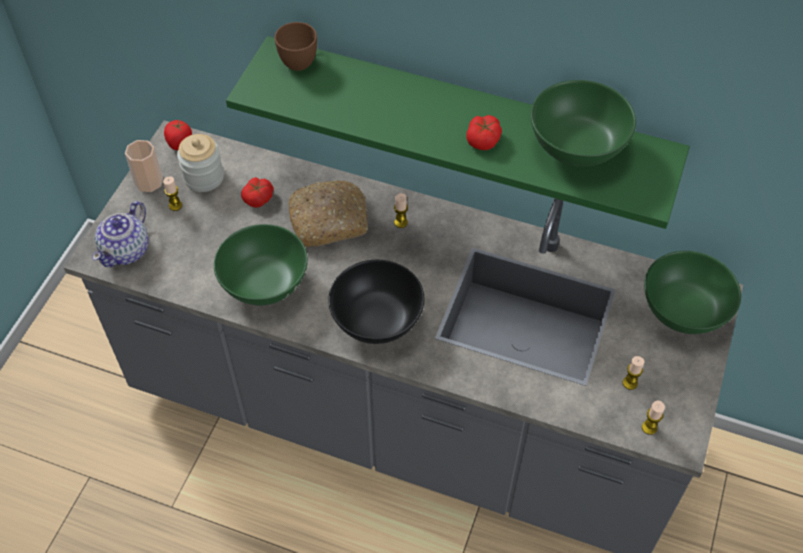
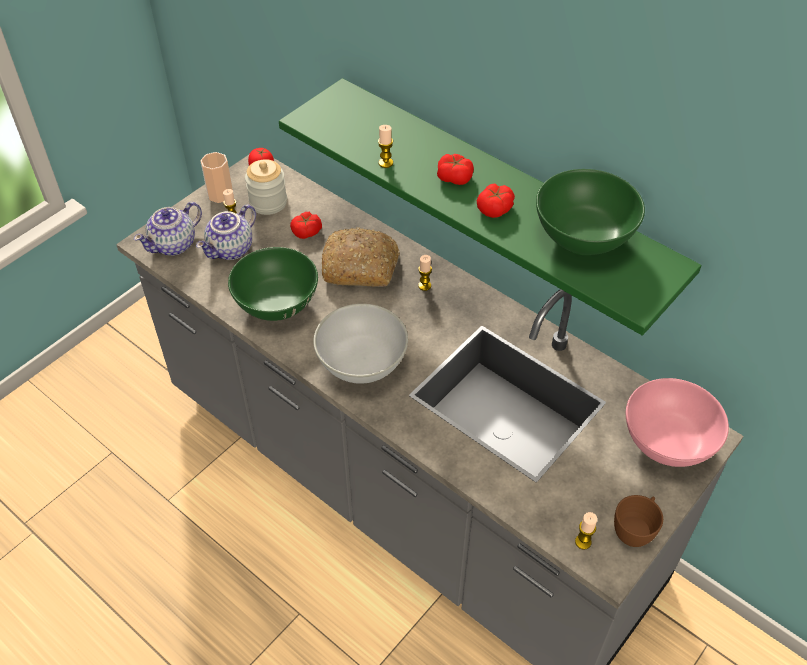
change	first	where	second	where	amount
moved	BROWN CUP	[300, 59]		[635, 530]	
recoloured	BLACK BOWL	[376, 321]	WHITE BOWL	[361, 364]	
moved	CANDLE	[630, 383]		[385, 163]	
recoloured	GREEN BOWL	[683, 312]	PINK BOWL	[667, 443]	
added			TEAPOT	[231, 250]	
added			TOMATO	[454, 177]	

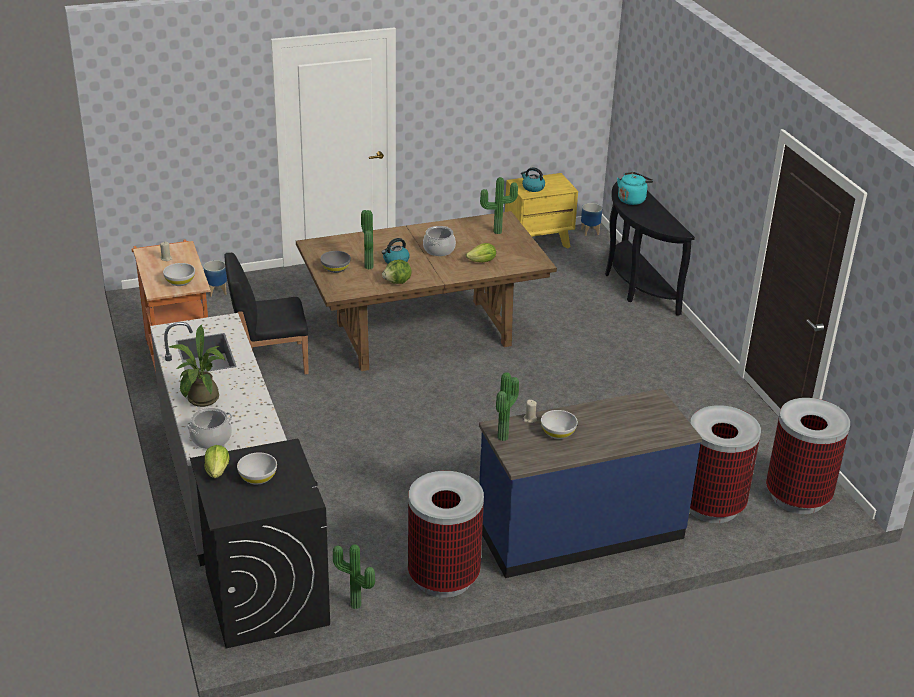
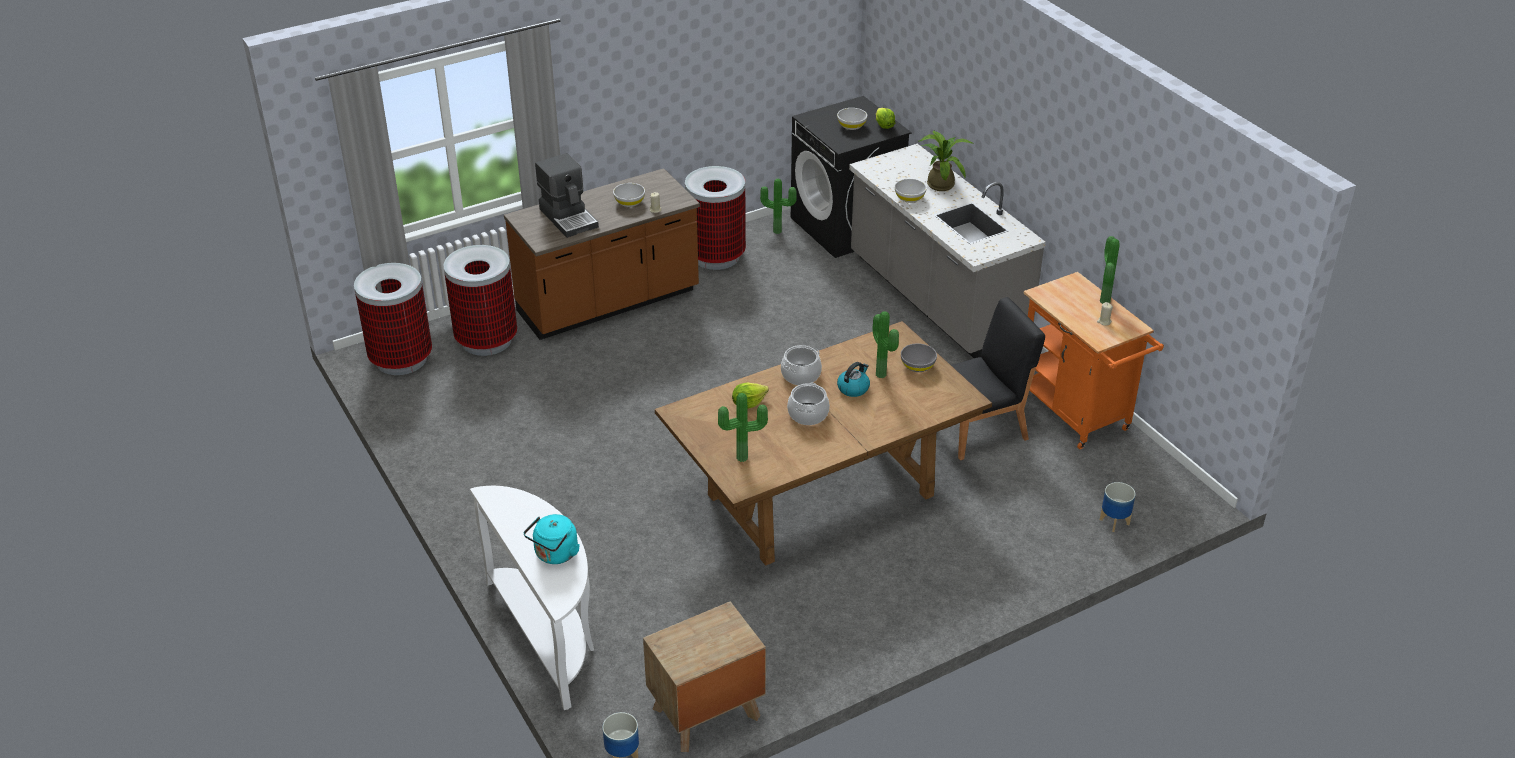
change	first	where	second	where	amount
moved	WHITE BOWL	[180, 282]		[909, 198]	
moved	COOKING POT	[211, 439]		[800, 375]	
removed	LETTUCE	[397, 282]			
recoloured	BLUE COUNTER	[579, 531]	BROWN COUNTER	[608, 303]	
moved	POTTED PLANT	[505, 438]		[1102, 301]	
recoloured	YELLOW NIGHTSTAND	[538, 241]	BROWN NIGHTSTAND	[705, 713]	
removed	KETTLE	[532, 188]			
recoloured	BLACK CONSOLE TABLE	[635, 285]	WHITE CONSOLE TABLE	[548, 635]	
added			COFFEE MACHINE	[569, 217]	

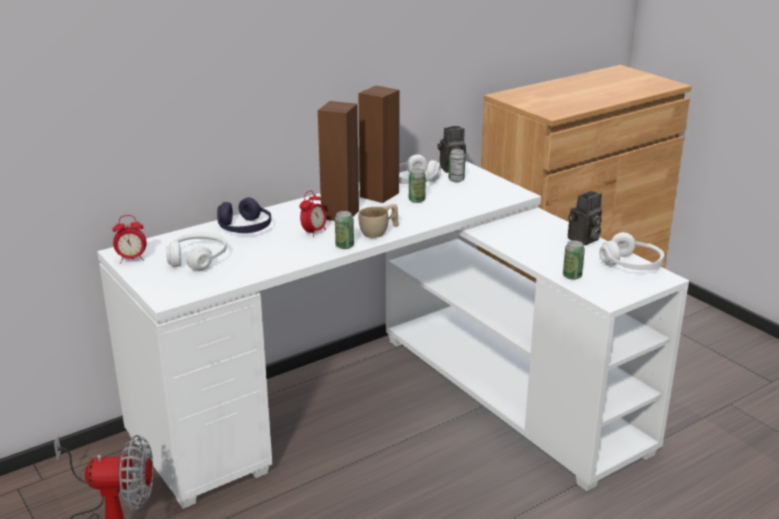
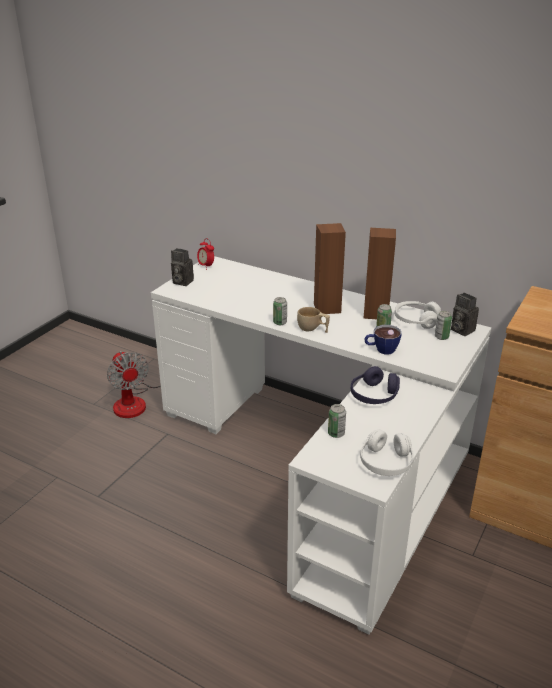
change	first	where	second	where	amount
removed	WHITE HEADPHONES	[197, 259]			
moved	PURPLE HEADPHONES	[244, 228]		[374, 395]	
removed	ALARM CLOCK	[314, 232]			
moved	PHOTO CAMERA	[583, 240]		[181, 282]	
added			CUP	[381, 349]	

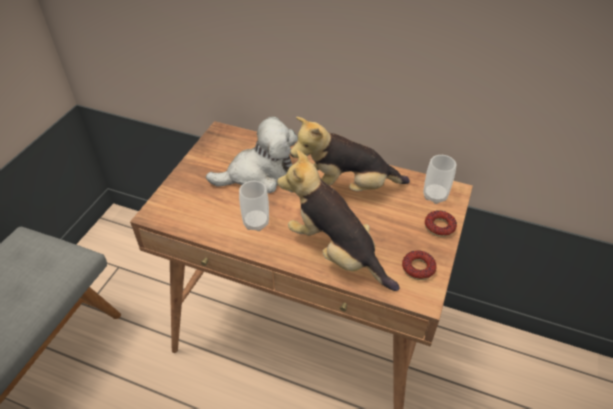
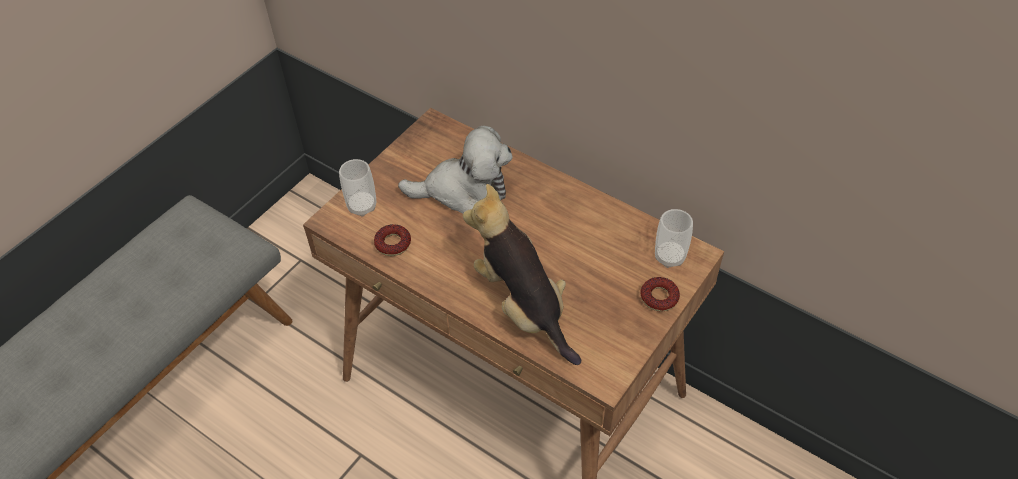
change	first	where	second	where	amount
moved	CUP	[256, 223]		[362, 206]	
removed	PLUSH TOY	[347, 189]			
moved	DONUT	[418, 268]		[393, 243]	

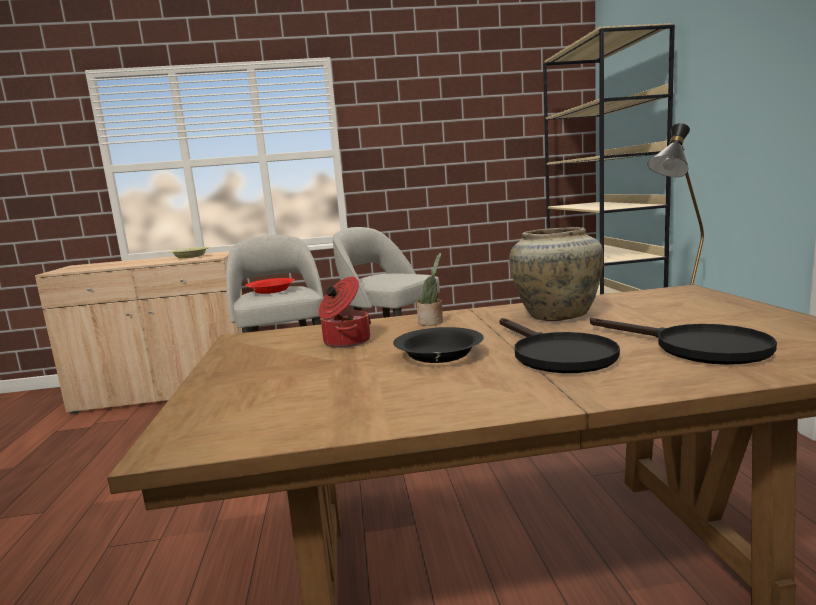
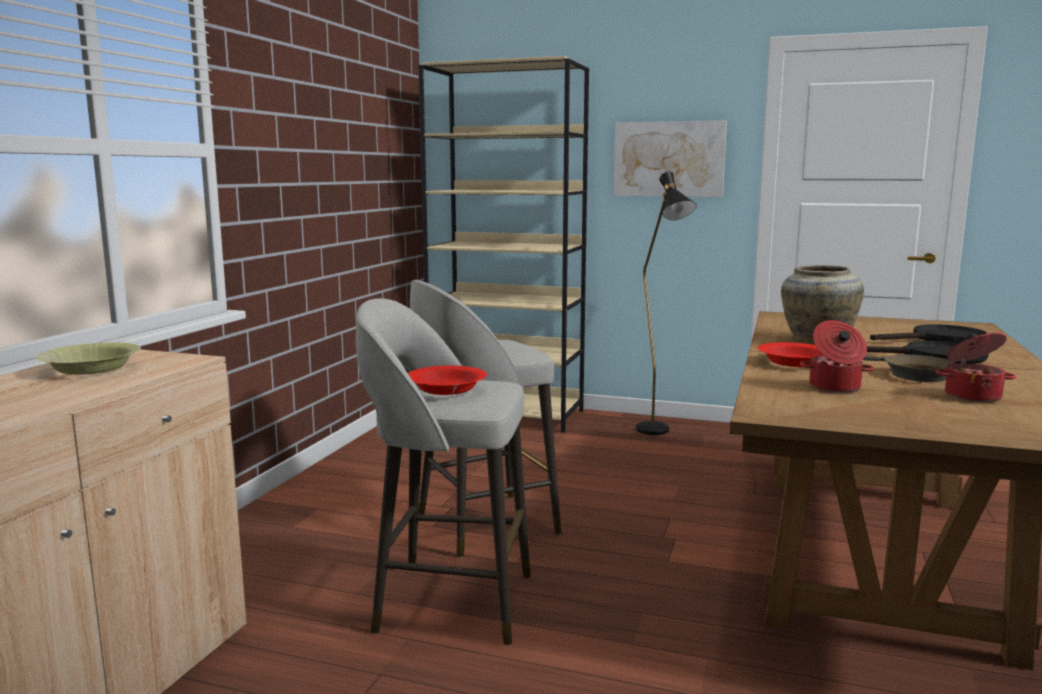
change	first	where	second	where	amount
replaced	BLACK BOWL	[439, 356]	BROWN FRYING PAN	[912, 374]	
replaced	POTTED PLANT	[432, 322]	RED BOWL	[794, 363]	
added			PICTURE	[669, 159]	
added			COOKING POT	[972, 396]	

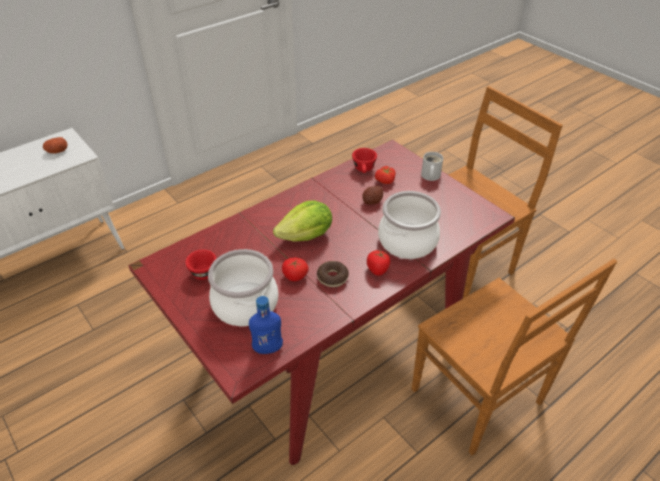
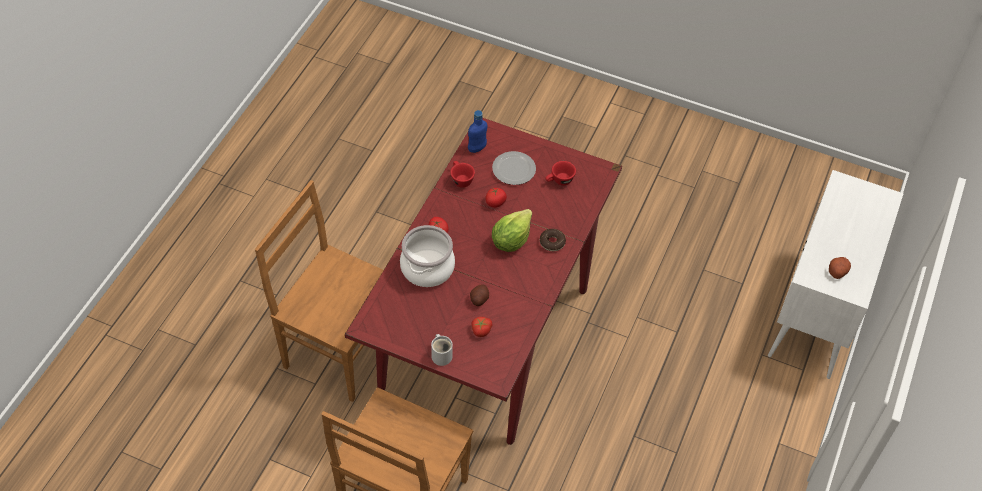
change	first	where	second	where	amount
replaced	COOKING POT	[244, 304]	PLATE	[514, 169]	
moved	DONUT	[332, 277]		[552, 242]	
moved	RED CUP	[364, 170]		[460, 179]	

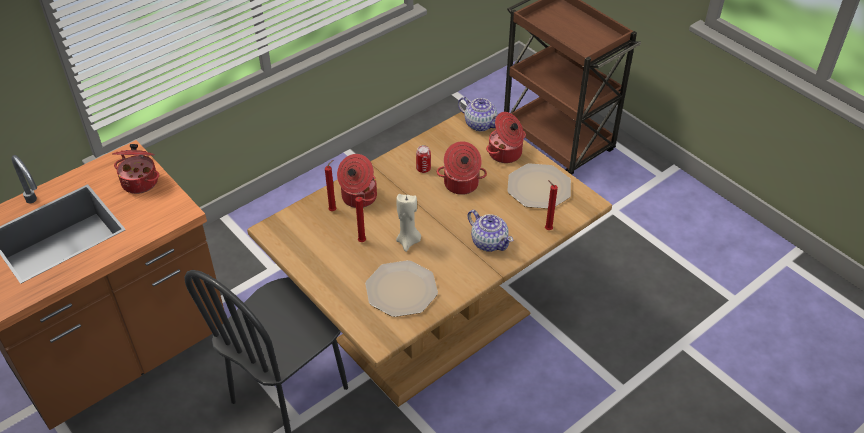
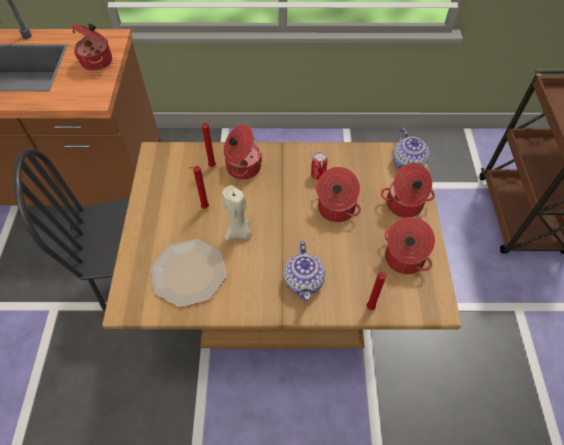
change	first	where	second	where	amount
replaced	PLATE	[539, 188]	COOKING POT	[403, 258]	

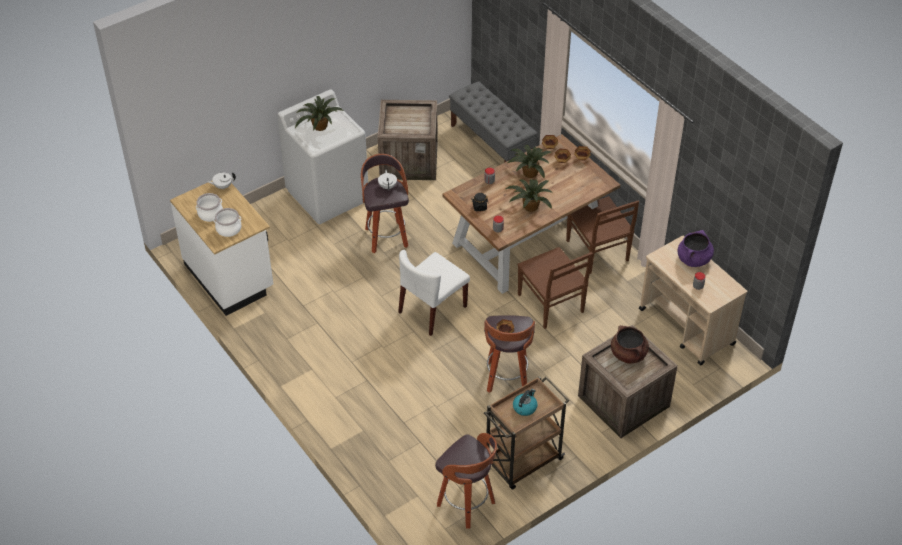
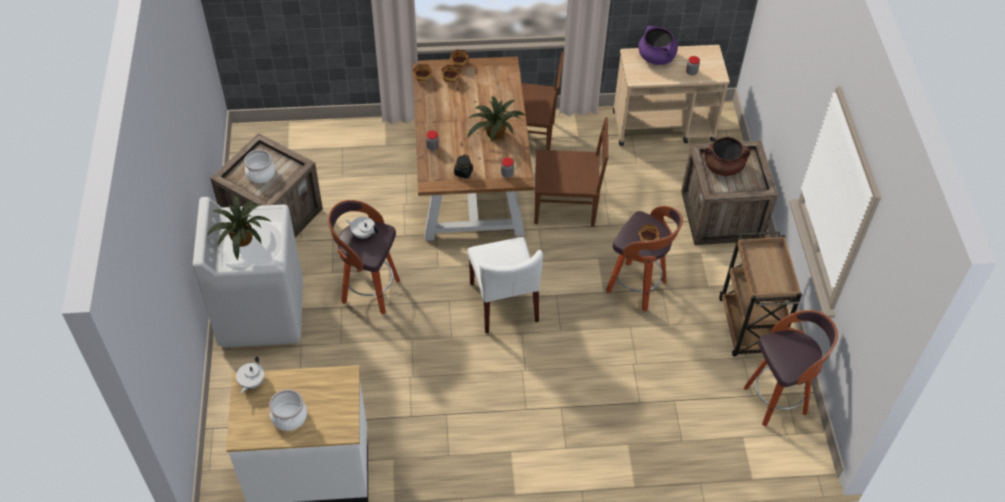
change	first	where	second	where	amount
moved	COOKING POT	[228, 229]		[261, 174]	
removed	GREY BENCH	[492, 144]			
removed	POTTED PLANT	[528, 173]			
removed	KETTLE	[525, 407]			

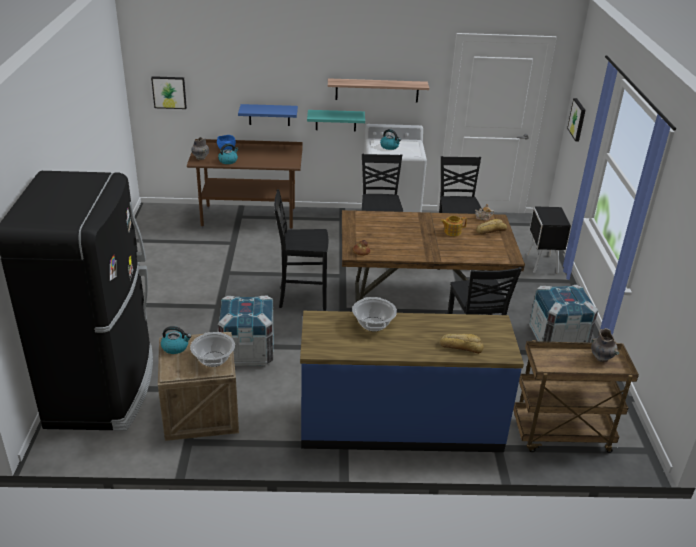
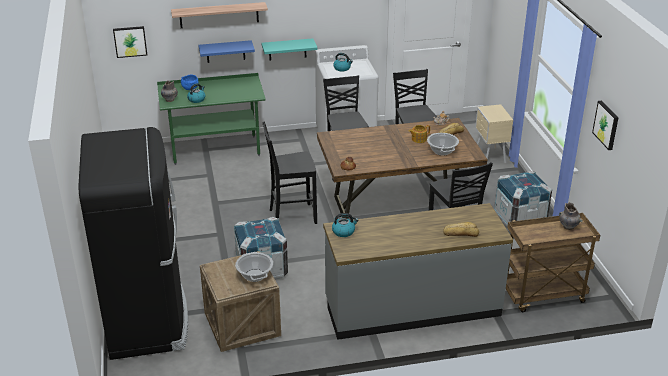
change	first	where	second	where	amount
moved	KETTLE	[175, 347]		[344, 231]	
recoloured	BROWN DESK	[249, 218]	GREEN DESK	[215, 150]	
recoloured	BLUE COUNTER	[400, 424]	GREY COUNTER	[412, 307]	
moved	SHELF	[377, 90]		[219, 15]	
moved	COOKING POT	[373, 324]		[442, 151]	
recoloured	BLACK NIGHTSTAND	[541, 264]	BEIGE NIGHTSTAND	[490, 157]	
moved	PICTURE	[577, 119]		[606, 125]	

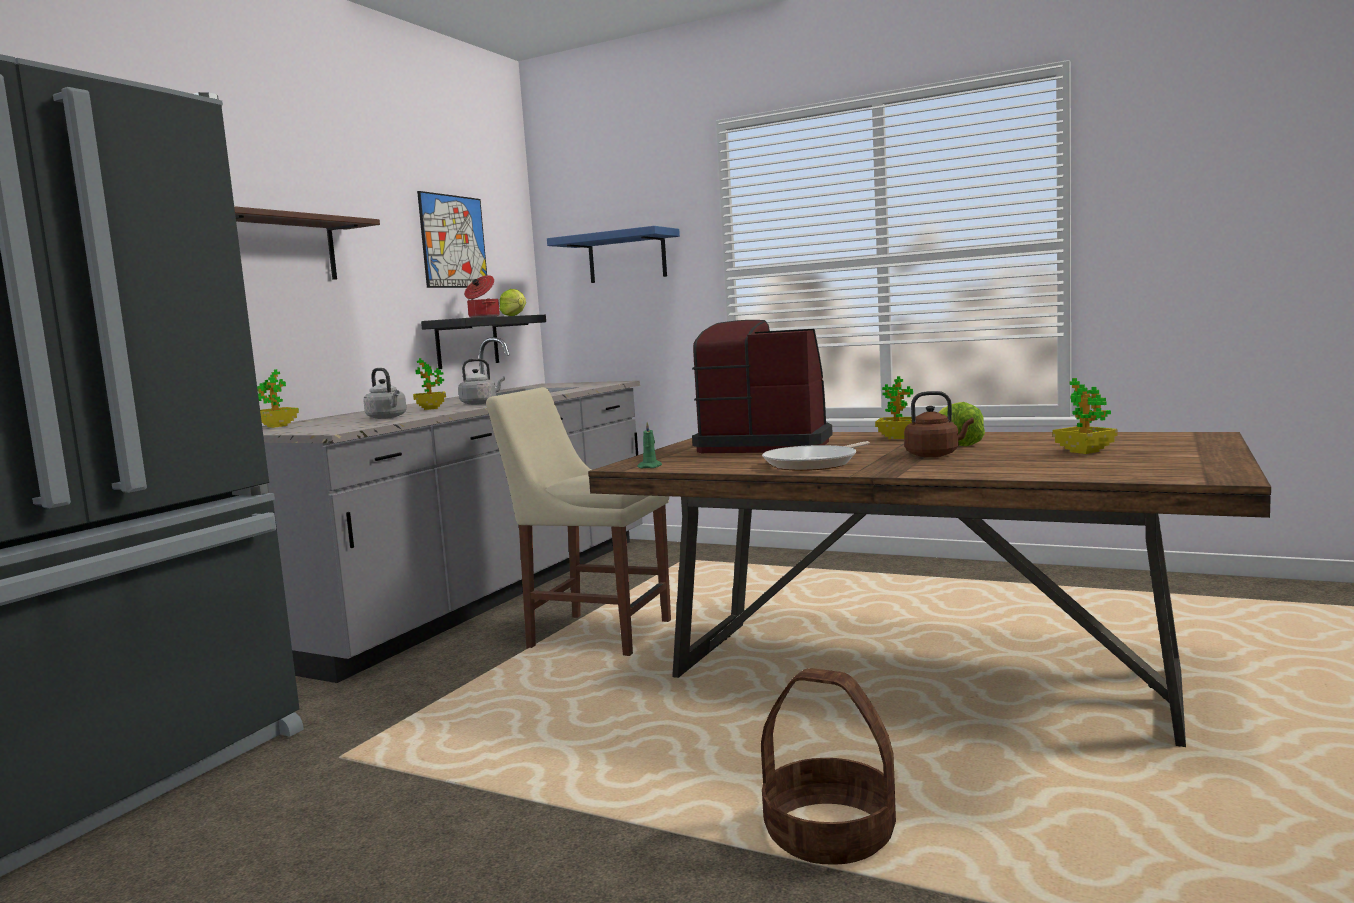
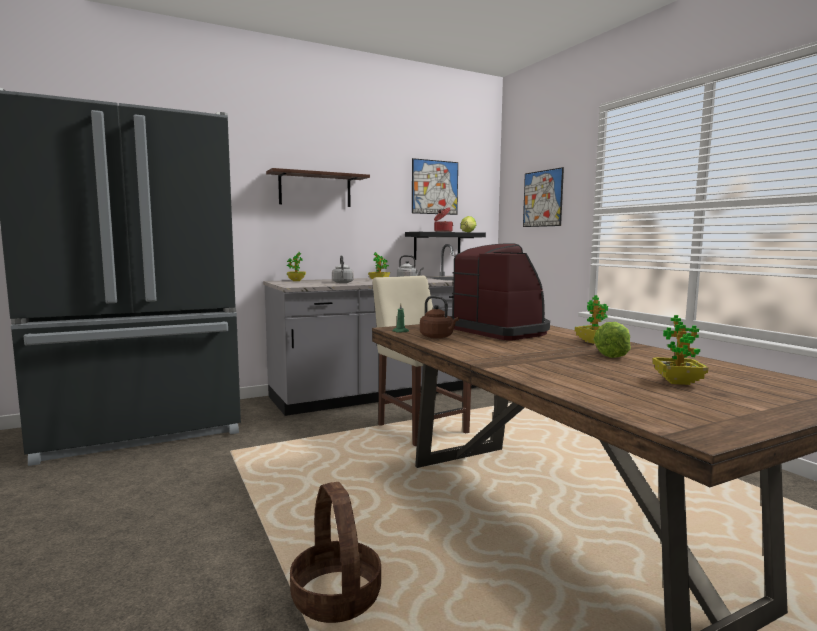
change	first	where	second	where	amount
replaced	BLUE SHELF	[627, 257]	PICTURE	[542, 198]	
removed	FRYING PAN	[814, 463]			
moved	BROWN KETTLE	[935, 455]		[438, 337]	

